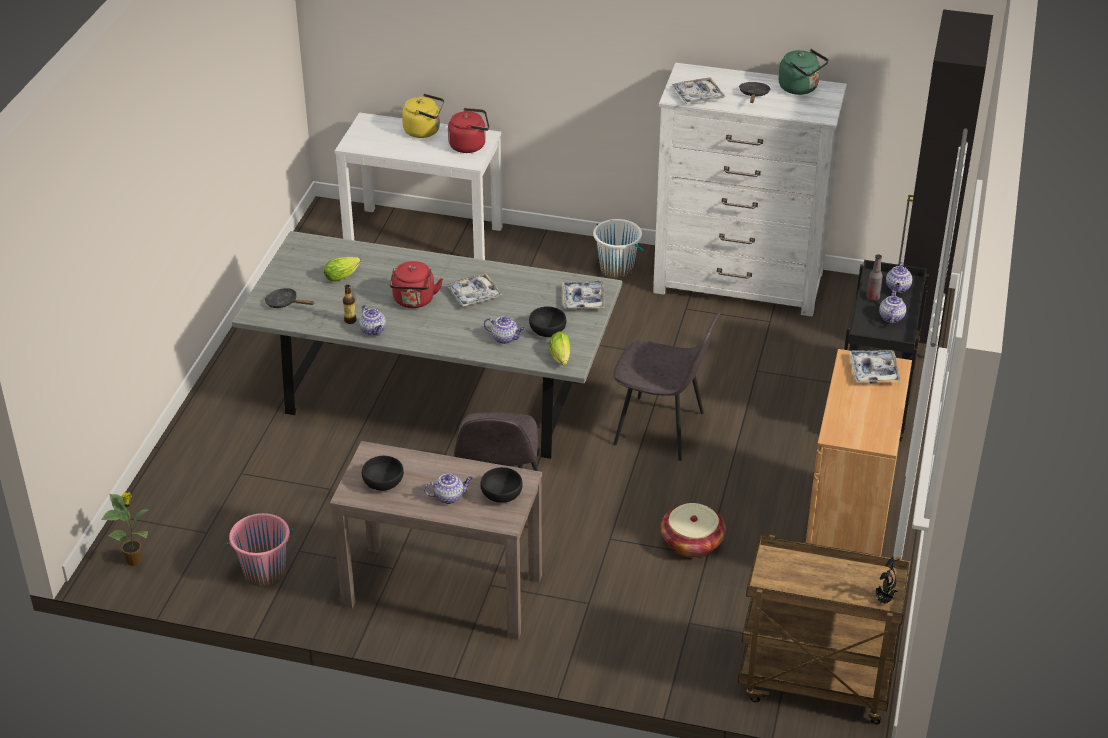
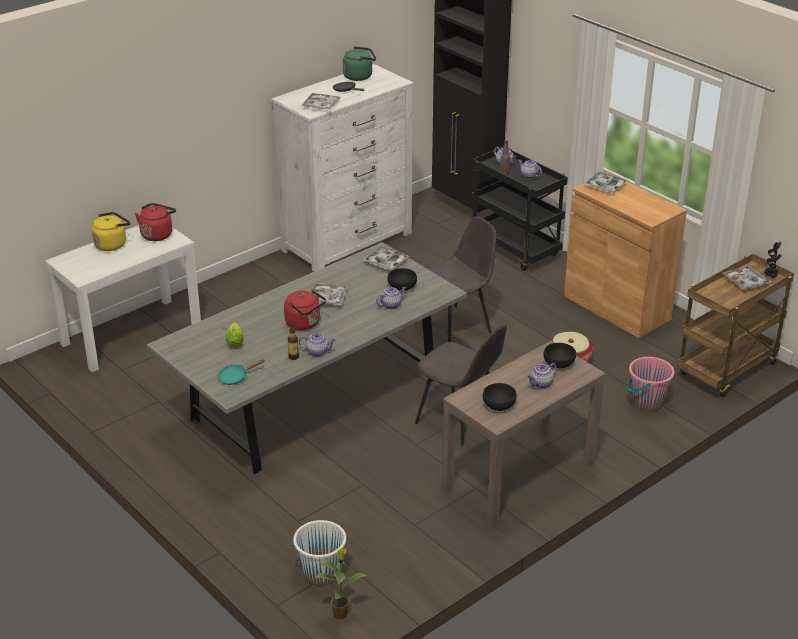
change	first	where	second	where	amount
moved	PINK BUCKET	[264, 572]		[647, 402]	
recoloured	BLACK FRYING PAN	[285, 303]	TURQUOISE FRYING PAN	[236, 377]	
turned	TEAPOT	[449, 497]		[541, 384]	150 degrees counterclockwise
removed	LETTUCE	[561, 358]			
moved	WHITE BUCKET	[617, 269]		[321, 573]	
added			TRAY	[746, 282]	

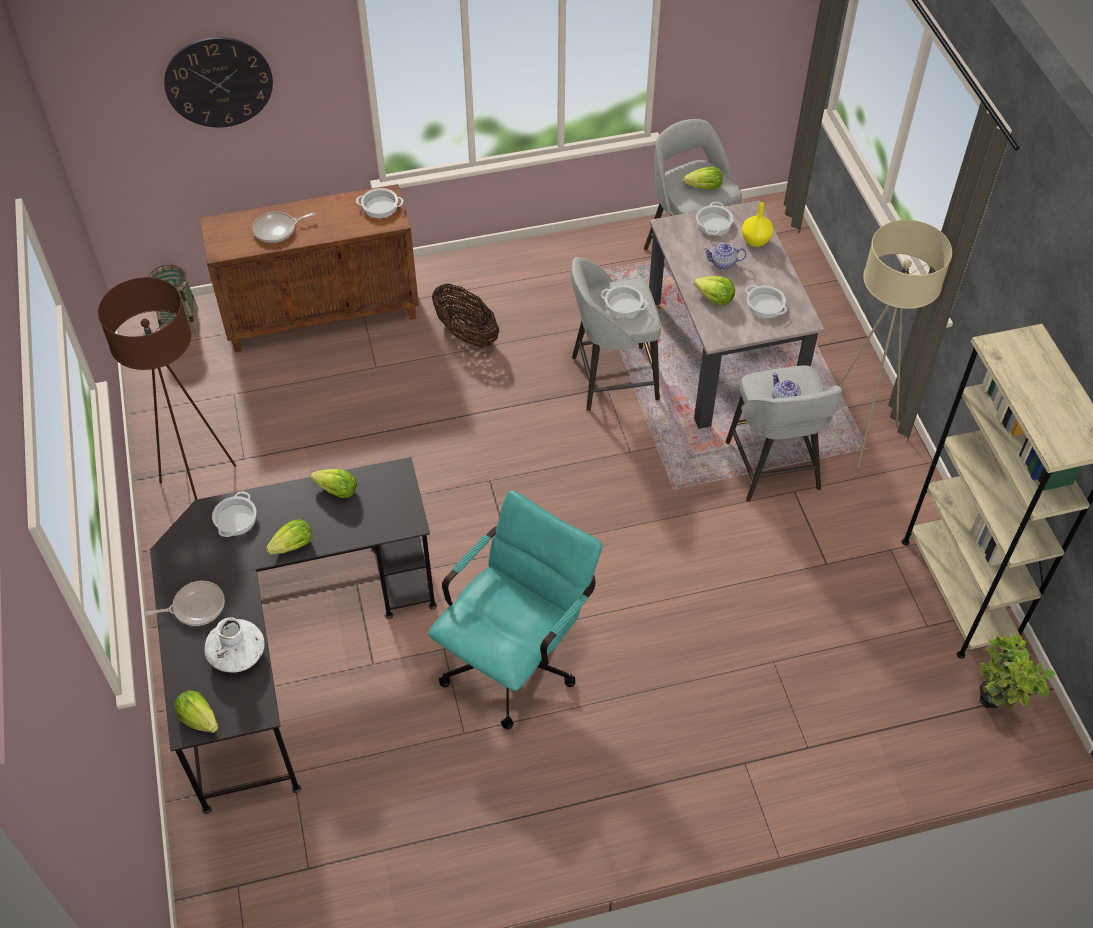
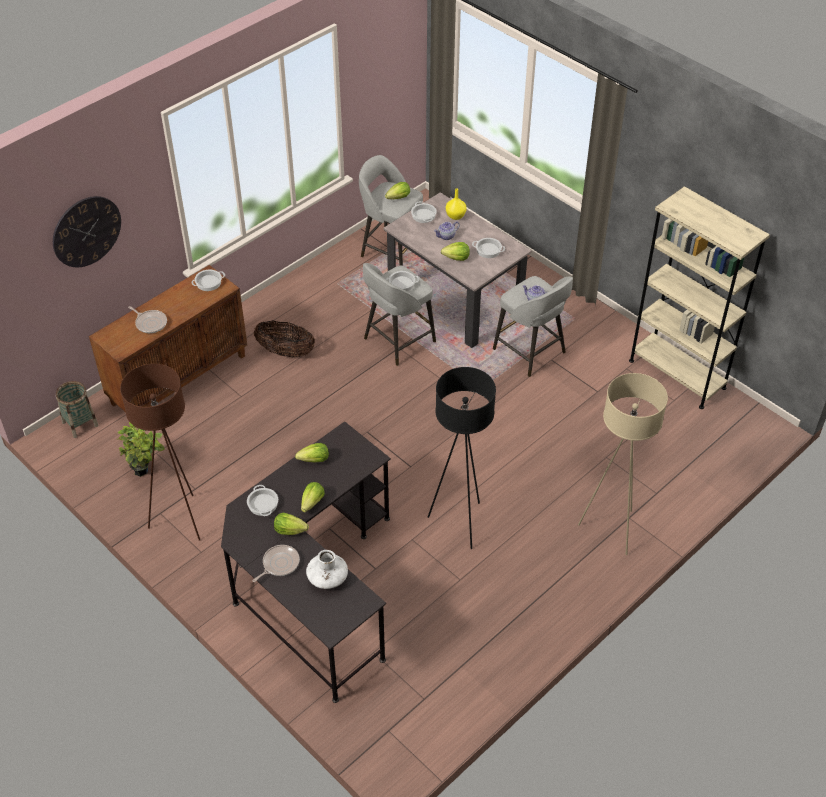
change	first	where	second	where	amount
moved	LETTUCE	[199, 718]		[290, 530]	
turned	FRYING PAN	[277, 230]		[150, 323]	90 degrees counterclockwise
replaced	TURQUOISE OFFICE CHAIR	[516, 657]	BLACK FLOOR LAMP	[459, 523]	
moved	BEIGE FLOOR LAMP	[858, 433]		[611, 529]	
moved	POTTED PLANT	[996, 703]		[145, 471]	

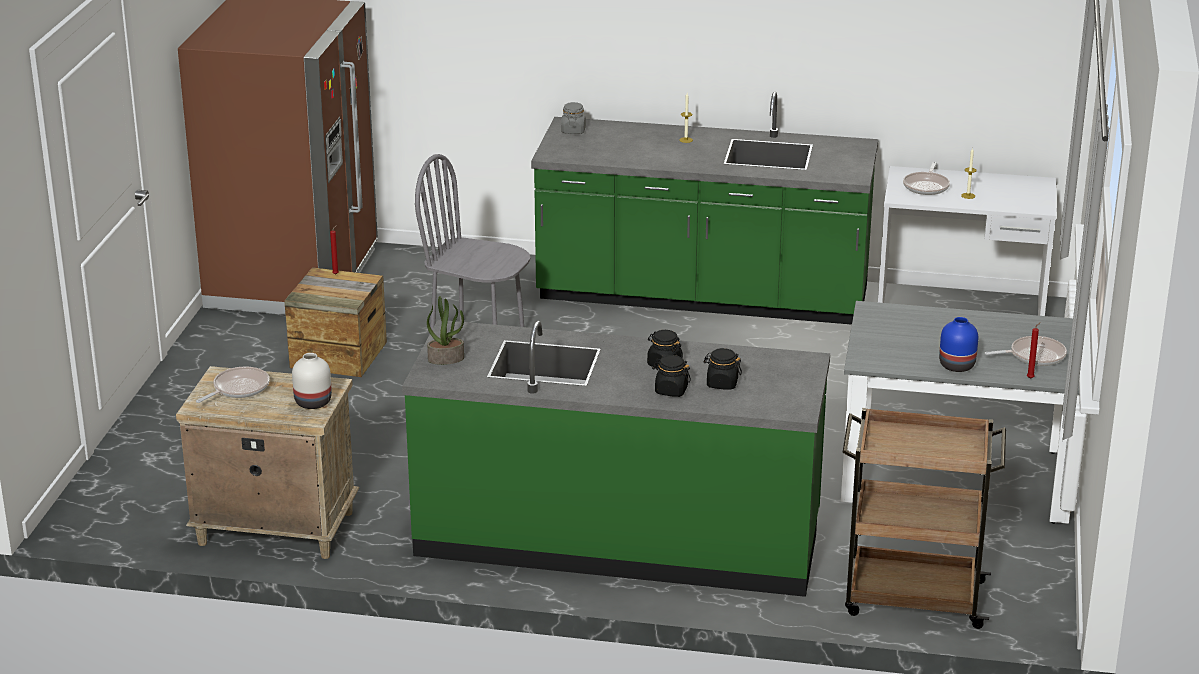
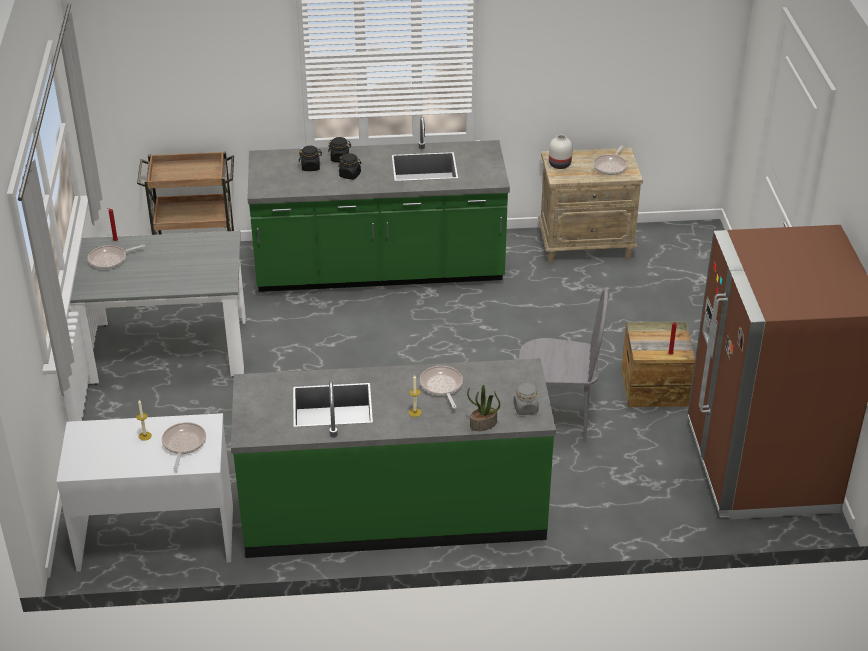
change	first	where	second	where	amount
moved	POTTED PLANT	[446, 358]		[483, 424]	
removed	BLUE VASE	[958, 366]			
added			FRYING PAN	[441, 386]	

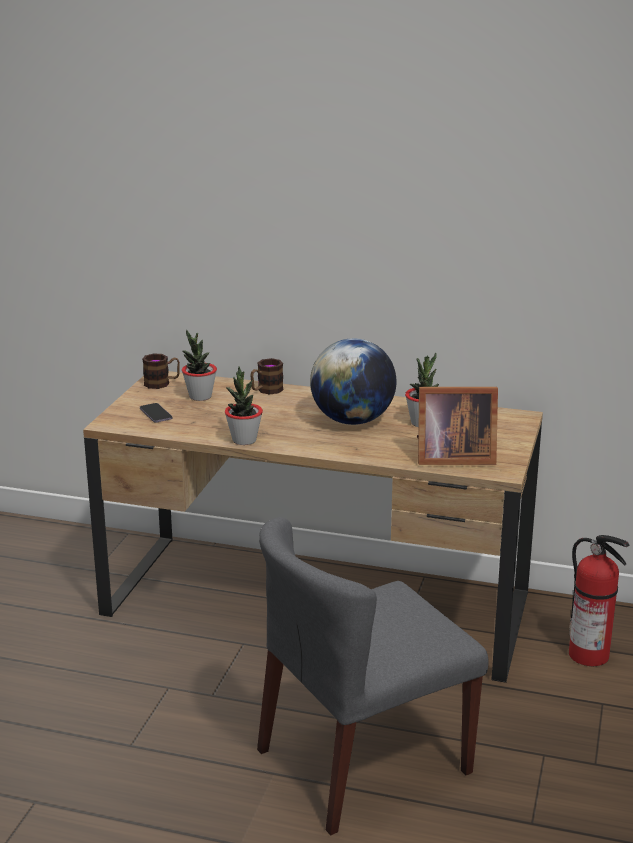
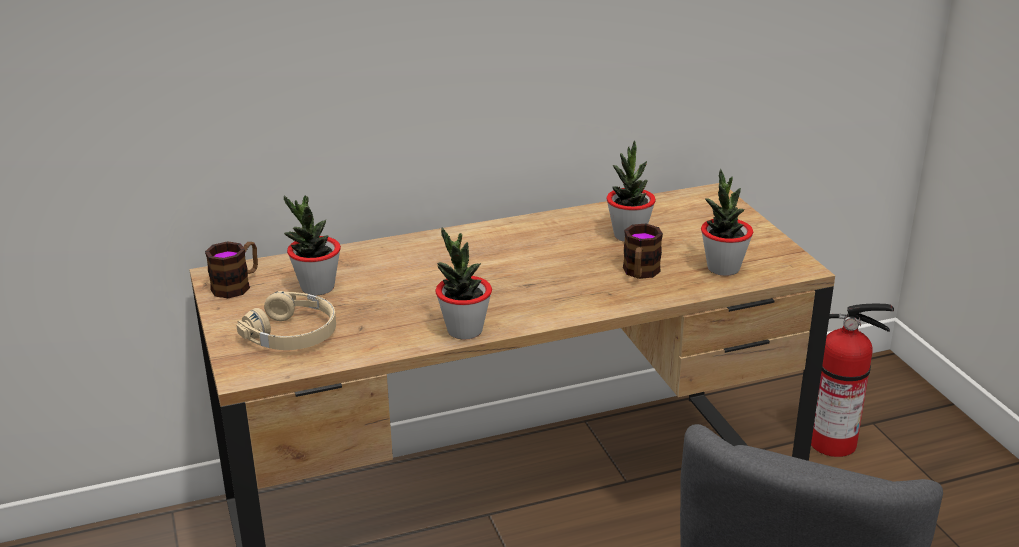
change	first	where	second	where	amount
replaced	PHONE	[156, 414]	BEIGE HEADPHONES	[293, 334]	
moved	MUG	[266, 391]		[640, 273]	
removed	GLOBE	[352, 420]			
replaced	PICTURE FRAME	[451, 457]	POTTED PLANT	[723, 268]	

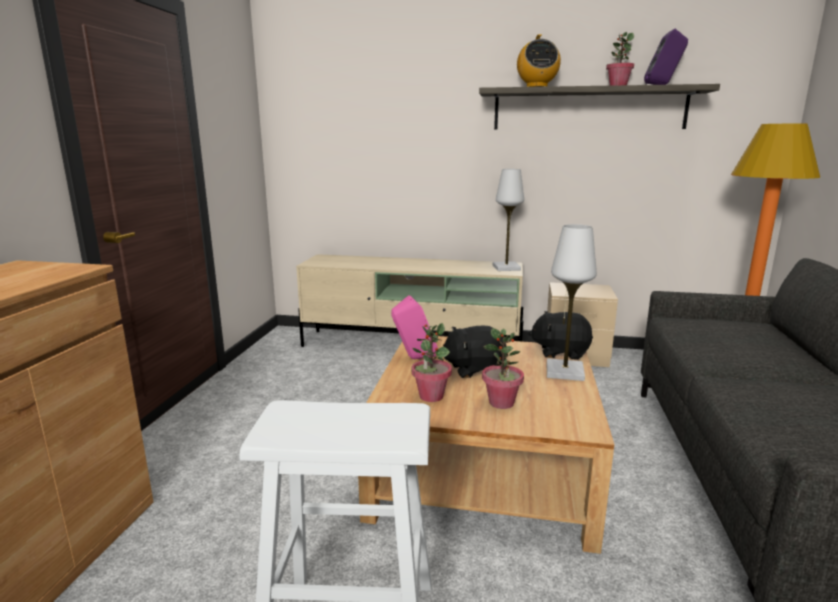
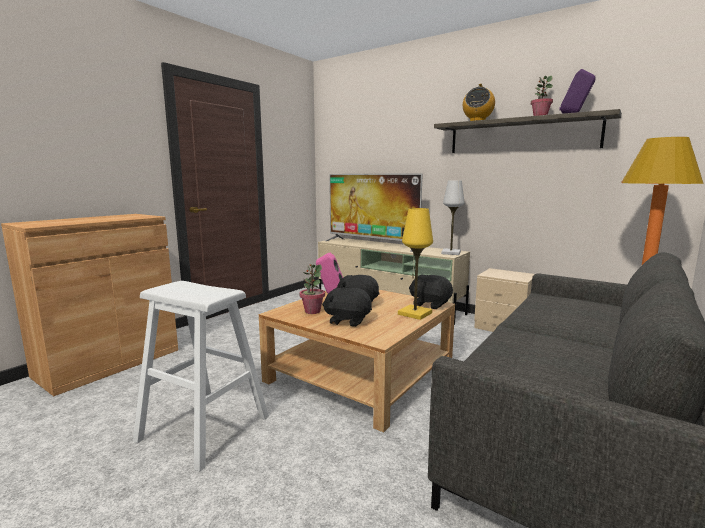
change	first	where	second	where	amount
replaced	POTTED PLANT	[501, 403]	BLACK PLUSH TOY	[348, 320]	
recoloured	WHITE TABLE LAMP	[564, 372]	YELLOW TABLE LAMP	[414, 313]	
added			TELEVISION	[372, 244]	

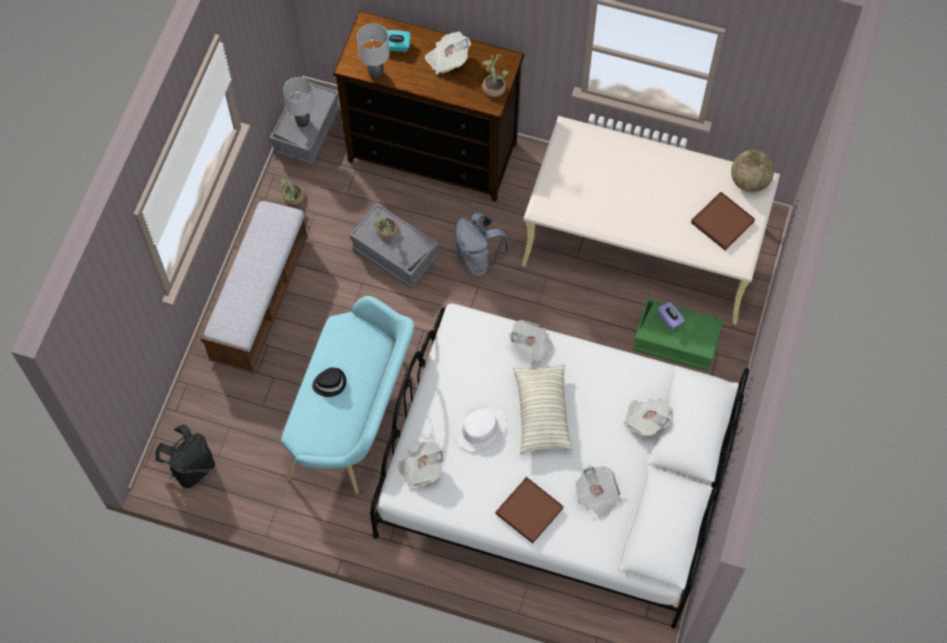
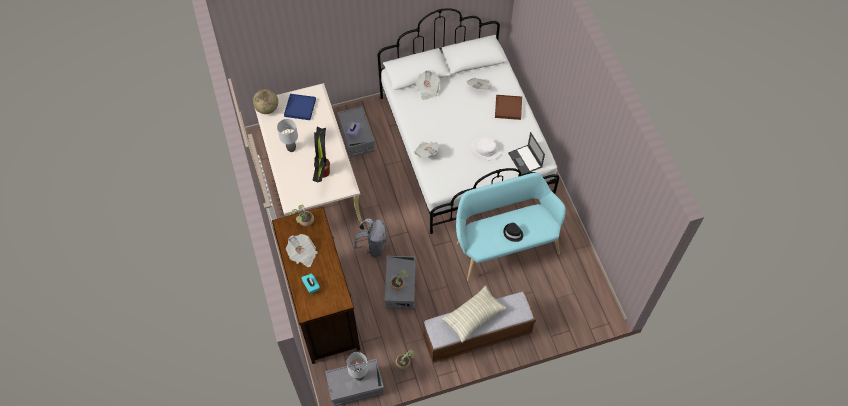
change	first	where	second	where	amount
removed	BLACK BACKPACK	[191, 468]			
moved	GREY TABLE LAMP	[375, 73]		[291, 149]	
replaced	NEWSPAPER	[420, 468]	LAPTOP	[525, 160]	
moved	PILLOW	[542, 413]		[473, 316]	
recoloured	GREEN STORAGE BOX	[675, 342]	GREY STORAGE BOX	[356, 137]	
recoloured	BROWN TRAY	[722, 222]	BLUE TRAY	[300, 108]	
added			POTTED PLANT	[323, 173]	

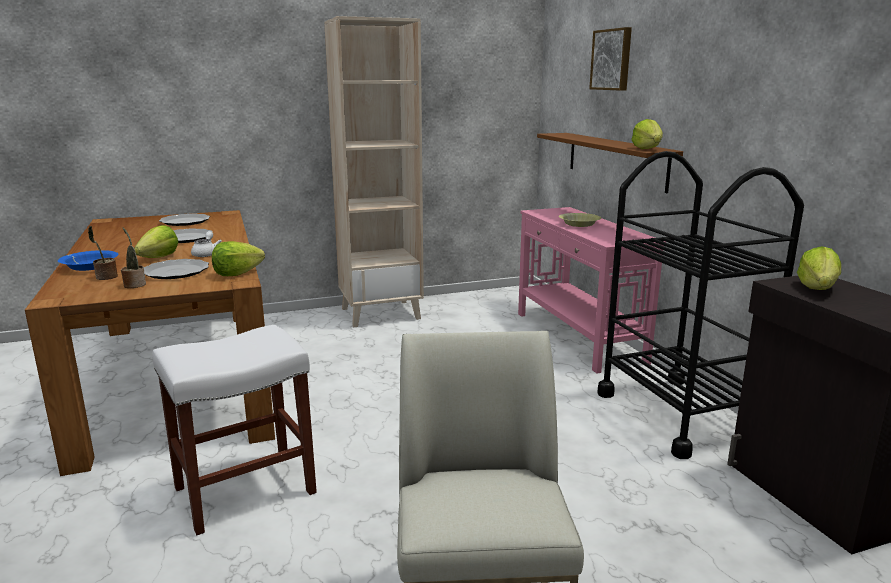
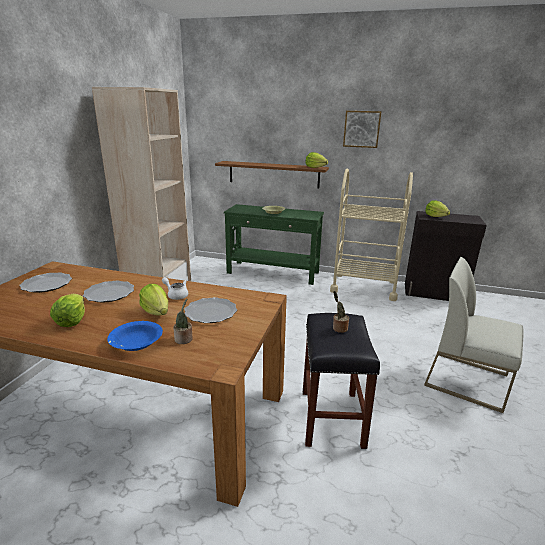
change	first	where	second	where	amount
moved	POTTED PLANT	[134, 284]		[339, 328]	
recoloured	WHITE STOOL	[246, 489]	BLACK STOOL	[331, 417]	
moved	LETTUCE	[237, 273]		[72, 321]	
recoloured	PINK CONSOLE TABLE	[578, 337]	GREEN CONSOLE TABLE	[273, 273]	
moved	PICTURE	[612, 59]		[361, 129]	
recoloured	BLACK CART	[678, 414]	BEIGE CART	[364, 286]	

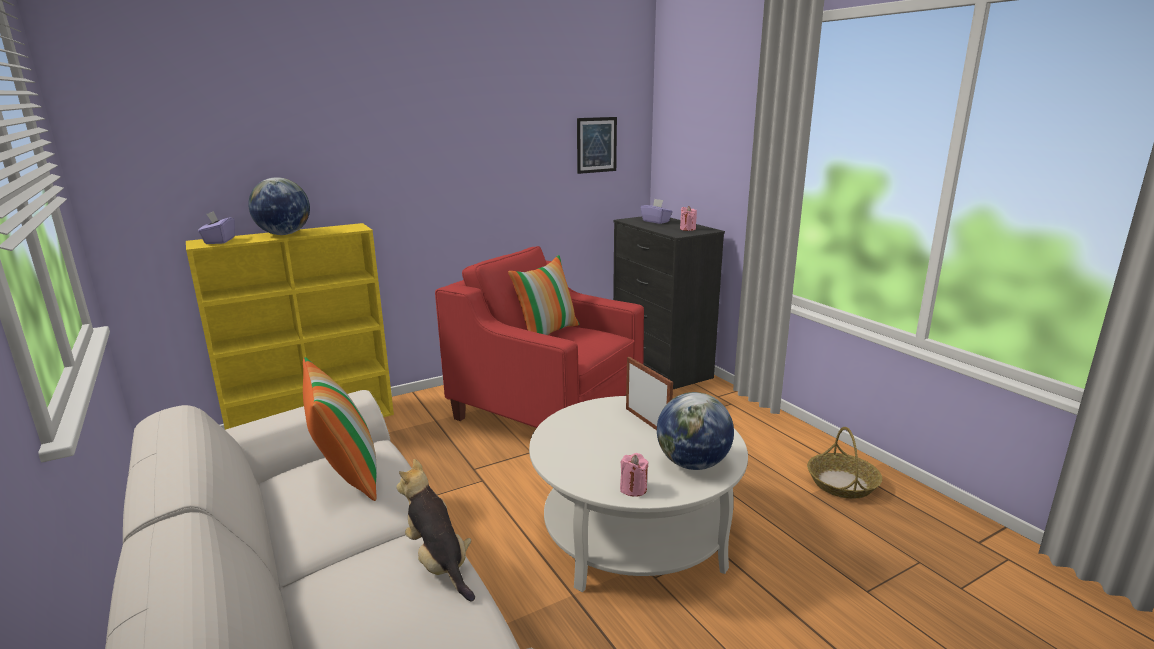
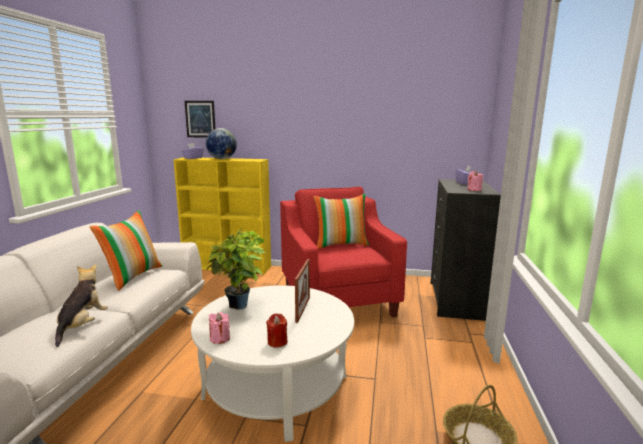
change	first	where	second	where	amount
moved	PICTURE	[596, 145]		[200, 119]	
replaced	GLOBE	[692, 464]	RED CANDLE	[277, 342]	
added			POTTED PLANT	[240, 308]	

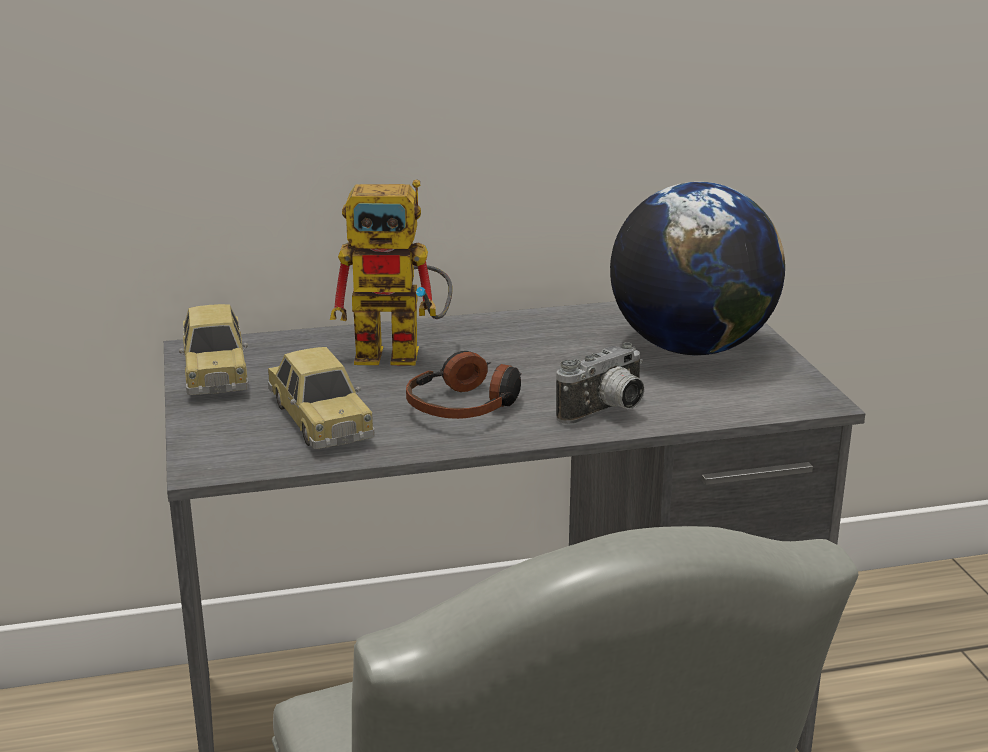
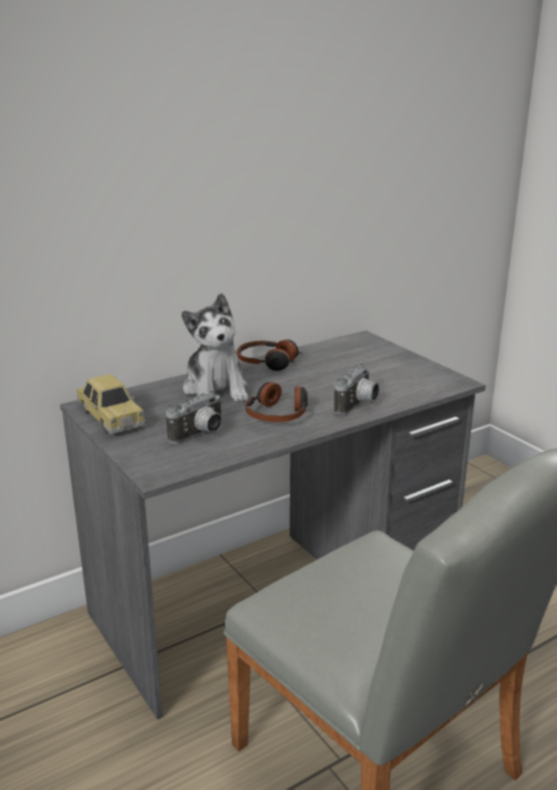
change	first	where	second	where	amount
replaced	TOY CAR	[320, 419]	PHOTO CAMERA	[200, 435]	
replaced	TOY ROBOT	[403, 353]	PLUSH TOY	[216, 389]	
removed	GLOBE	[690, 348]			
added			HEADPHONES	[268, 362]	

